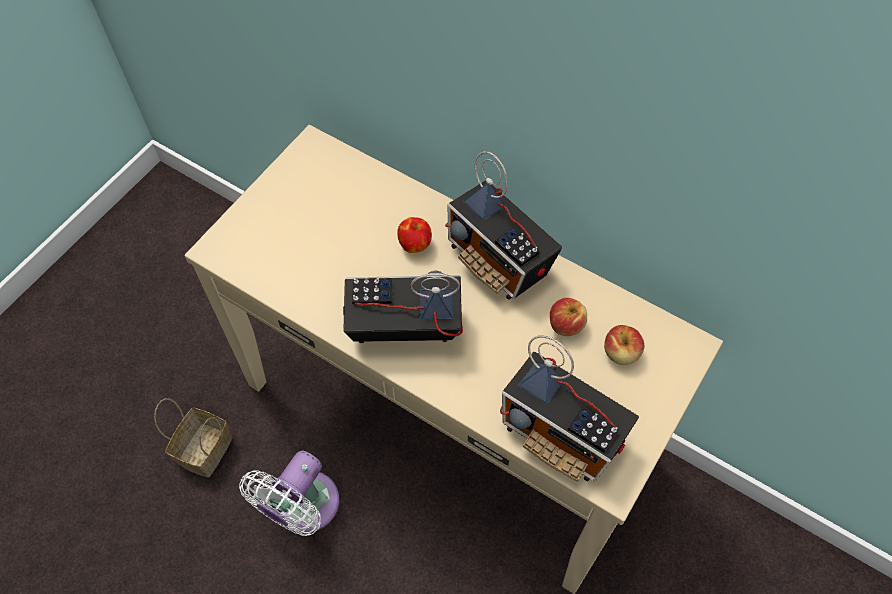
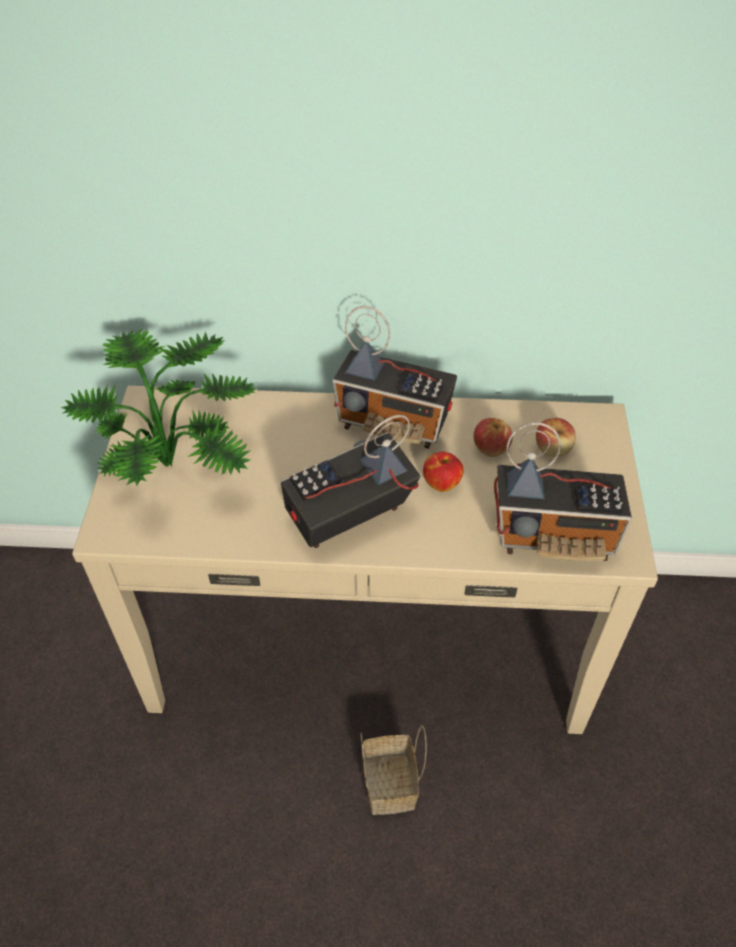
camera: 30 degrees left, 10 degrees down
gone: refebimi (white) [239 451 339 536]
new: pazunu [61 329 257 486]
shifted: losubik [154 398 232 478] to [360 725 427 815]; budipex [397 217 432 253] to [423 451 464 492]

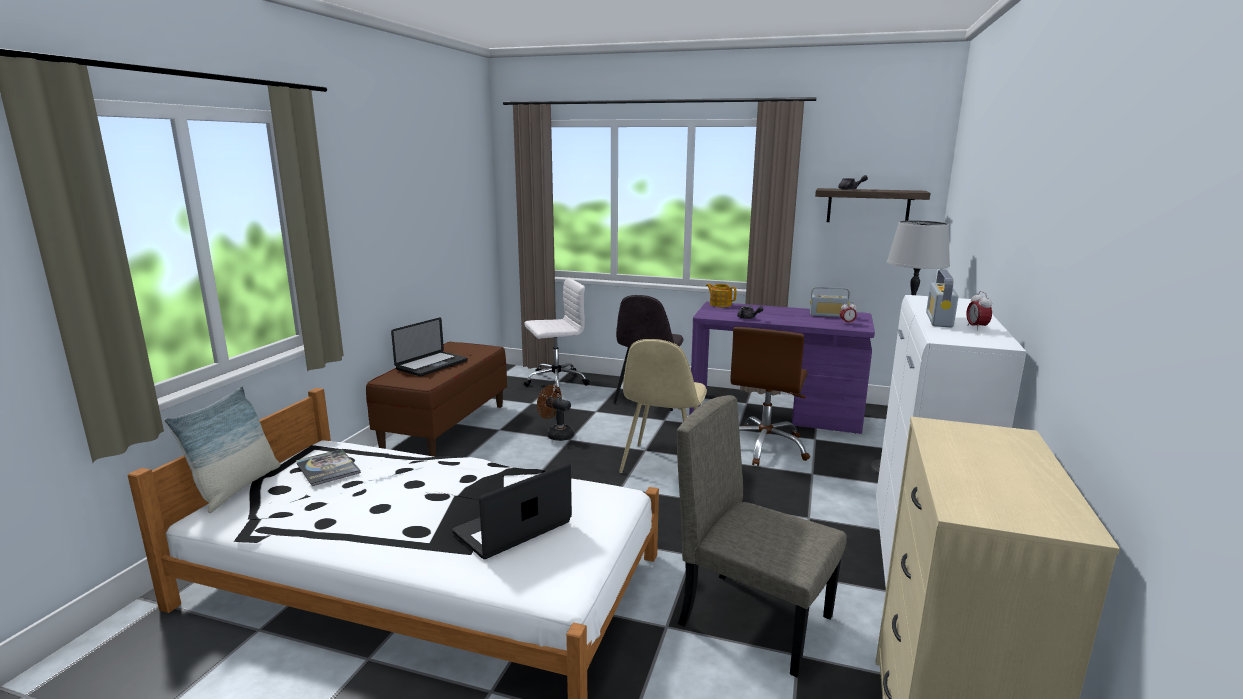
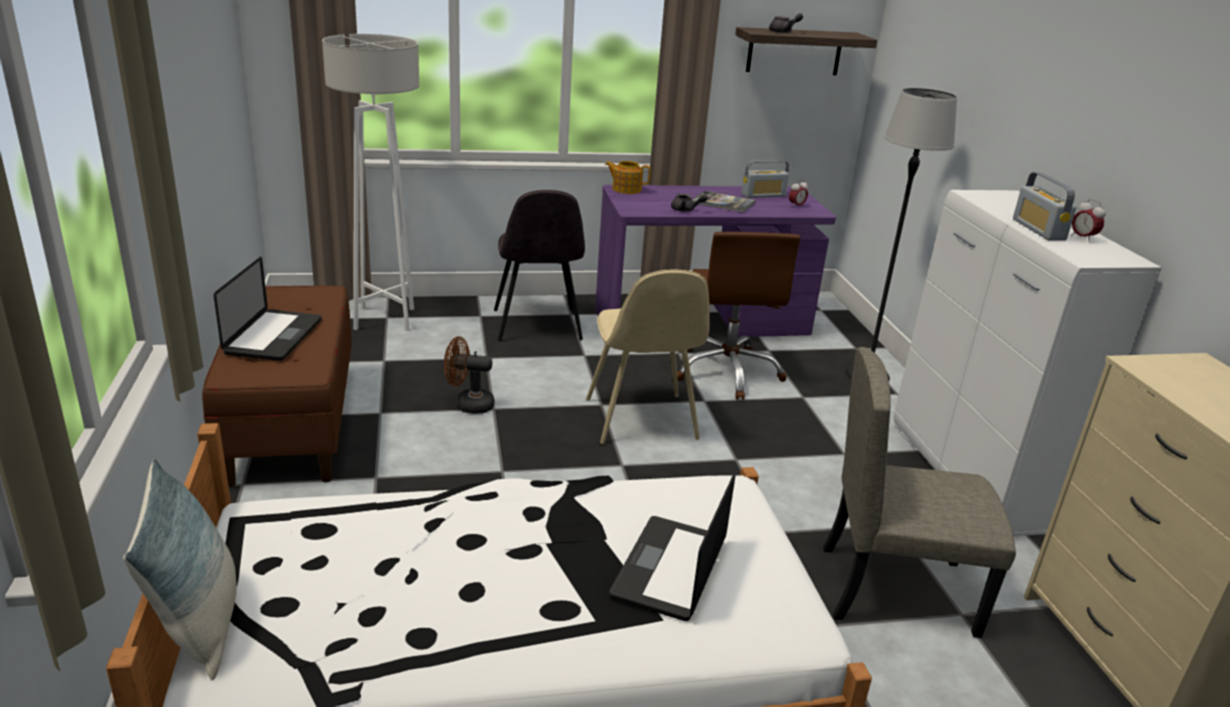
camera: 30 degrees left, 10 degrees up
shifted: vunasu [296 449 361 486] to [692 191 756 213]
swapped: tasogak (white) [524 277 590 394] to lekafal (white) [322 34 419 331]

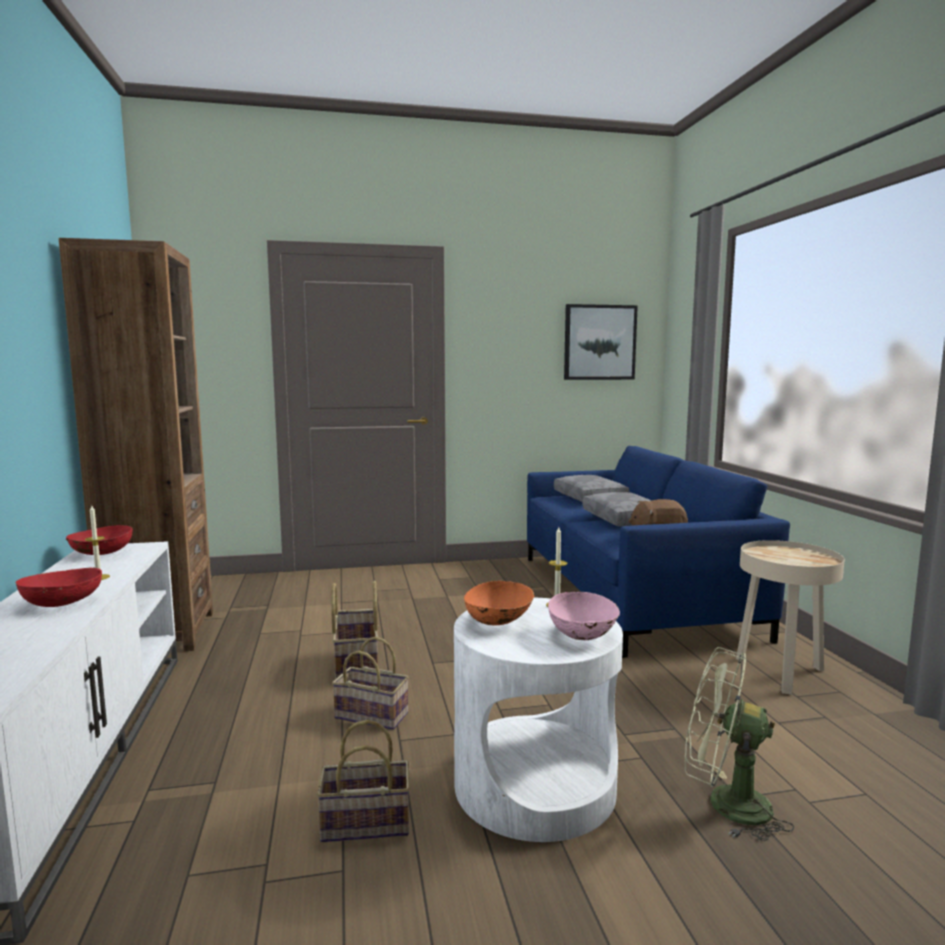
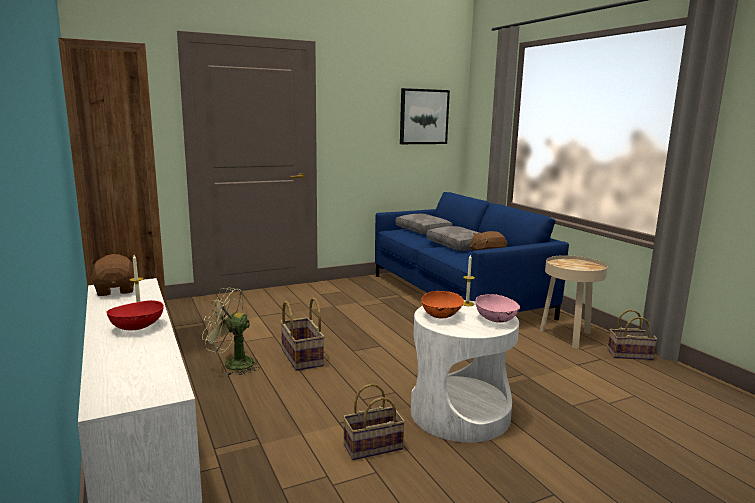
camera: 15 degrees left, 5 degrees up
shifted: losubik [332 637 409 730] to [608 309 658 360]; refebimi (green) [684 647 794 841] to [202 288 260 375]
swapped: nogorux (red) [66 525 133 555] to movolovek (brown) [90 254 135 296]

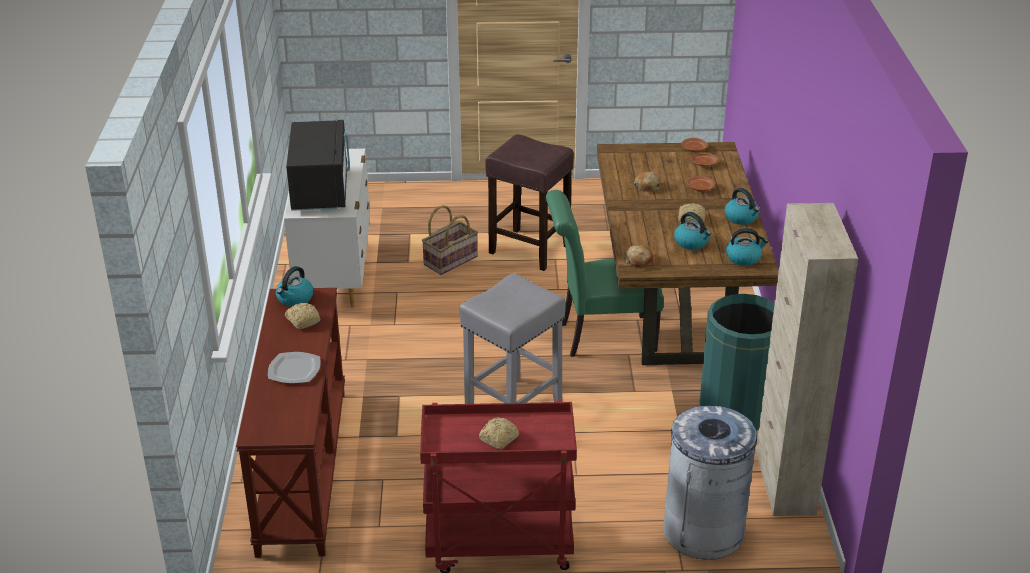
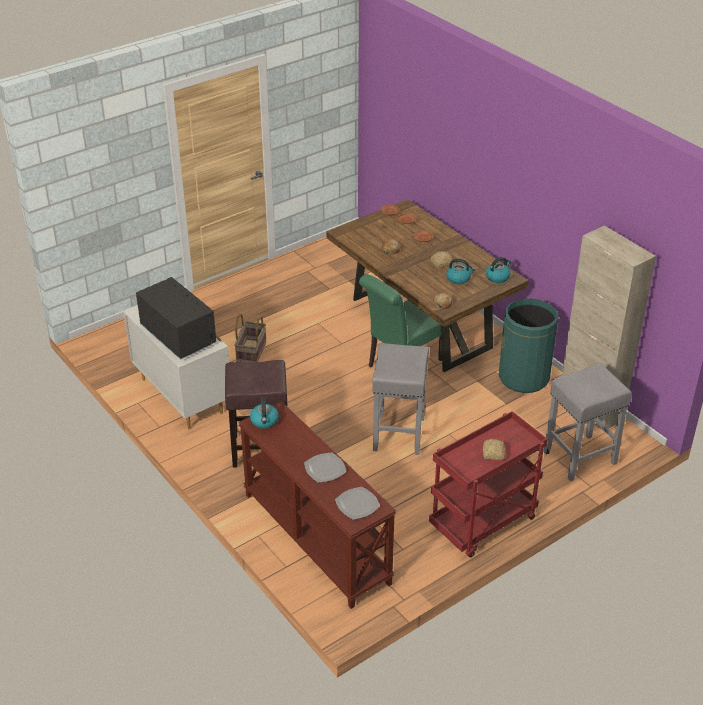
camera: 35 degrees left, 5 degrees up
gone: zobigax [285 302 320 329]; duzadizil [725 188 760 225]
new: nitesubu [335 487 380 520]
shifted: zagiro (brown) [485 134 574 271] to [225 360 287 468]
swapped: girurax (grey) [663 405 757 560] to zagiro (grey) [543 363 632 481]

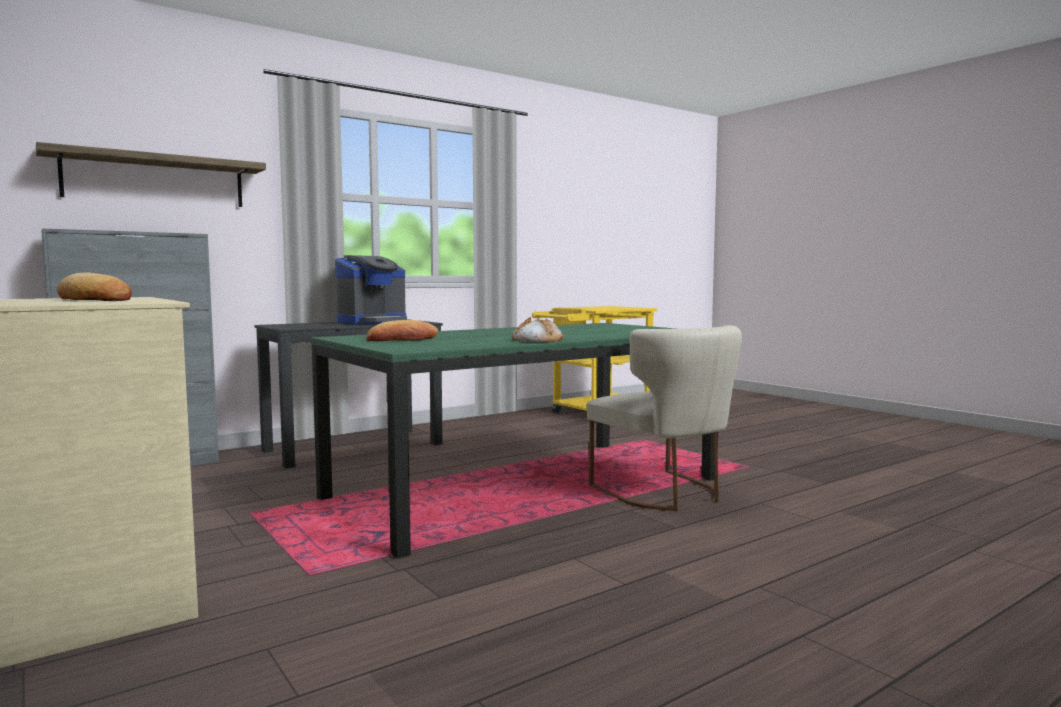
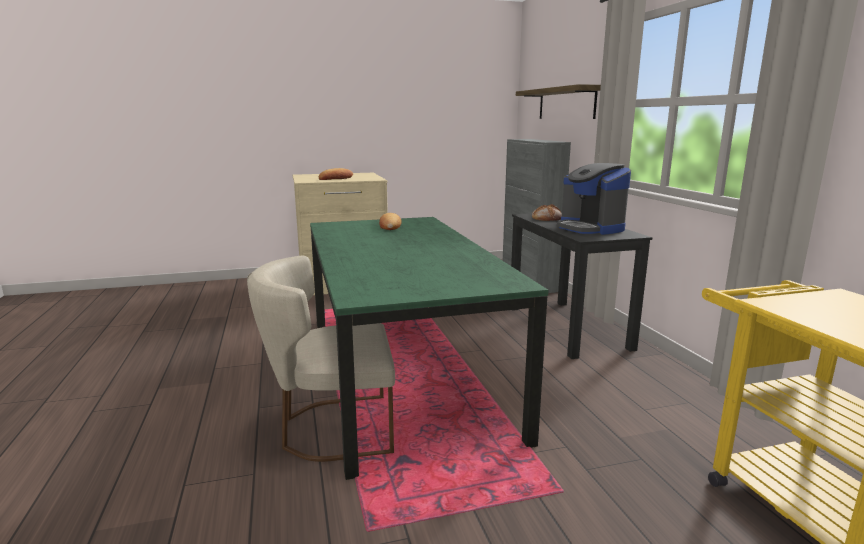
camera: 110 degrees right, 10 degrees up
shifted: zobigax [512 317 563 342] to [532 204 562 221]

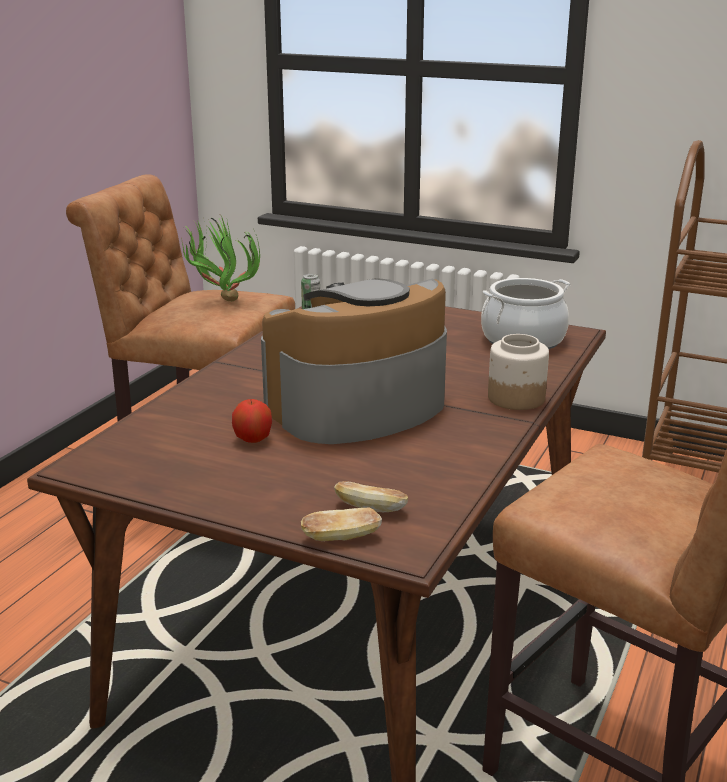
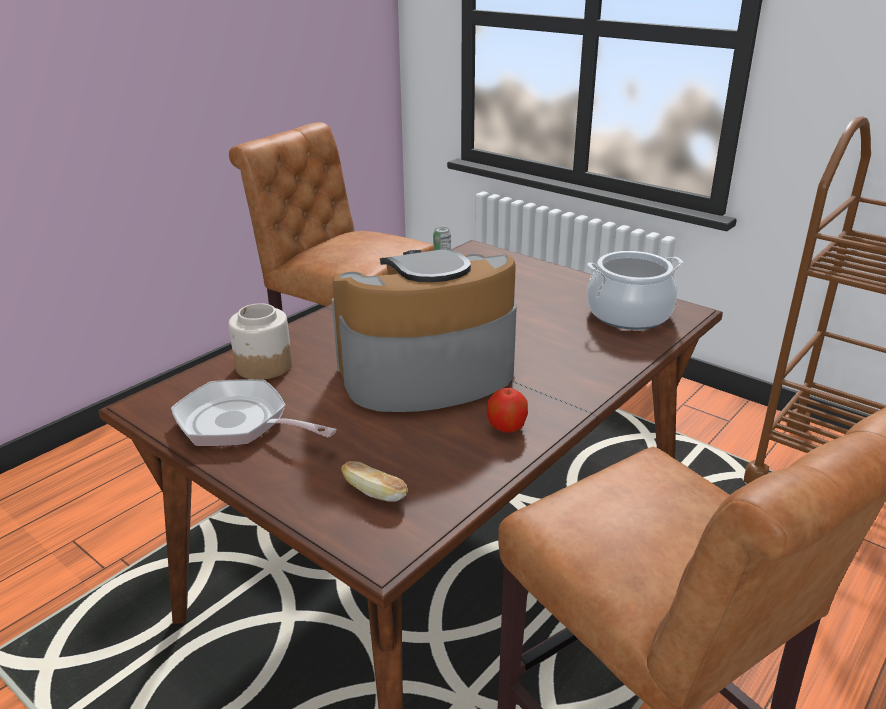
camera: 15 degrees right, 5 degrees up
gone: pazunu [181 216 260 301]; zobigax [301 508 382 541]
new: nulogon [171 379 336 446]
shifted: budipex [232 399 272 443] to [487 388 528 433]; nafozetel [488 334 549 410] to [228 303 292 380]

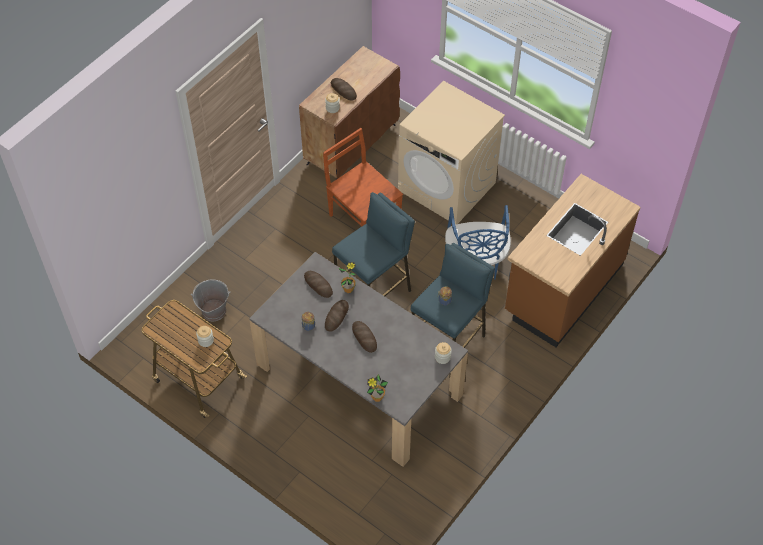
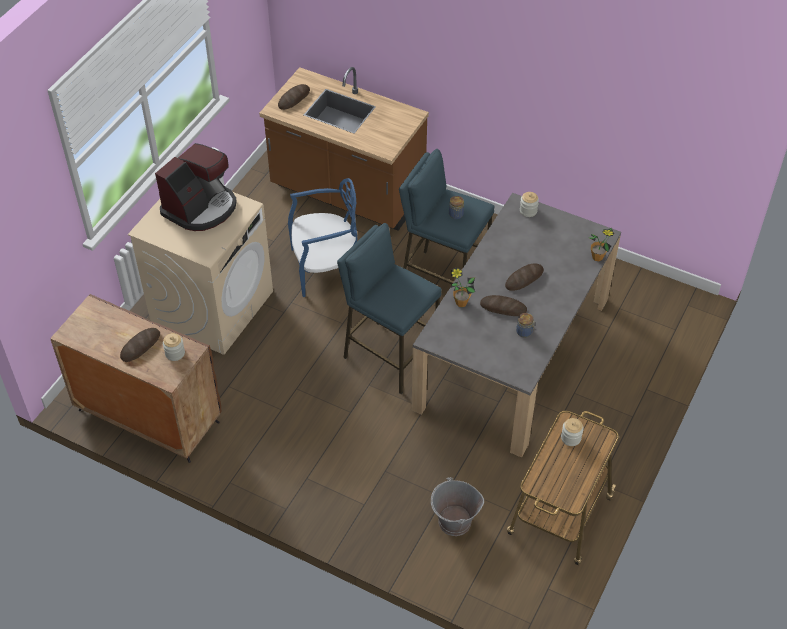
camera: 100 degrees left, 5 degrees down
gone: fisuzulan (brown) [323 128 403 227]
new: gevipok [155 143 237 231]
shifted: zobigax [304 271 333 298] to [278 84 310 110]

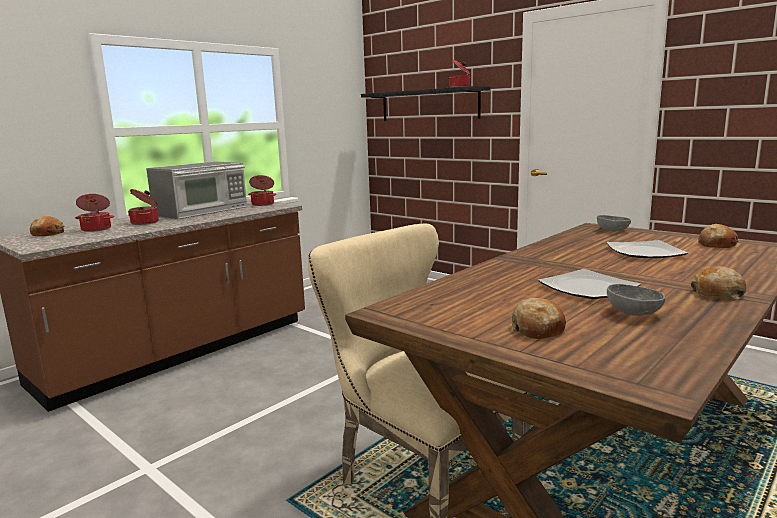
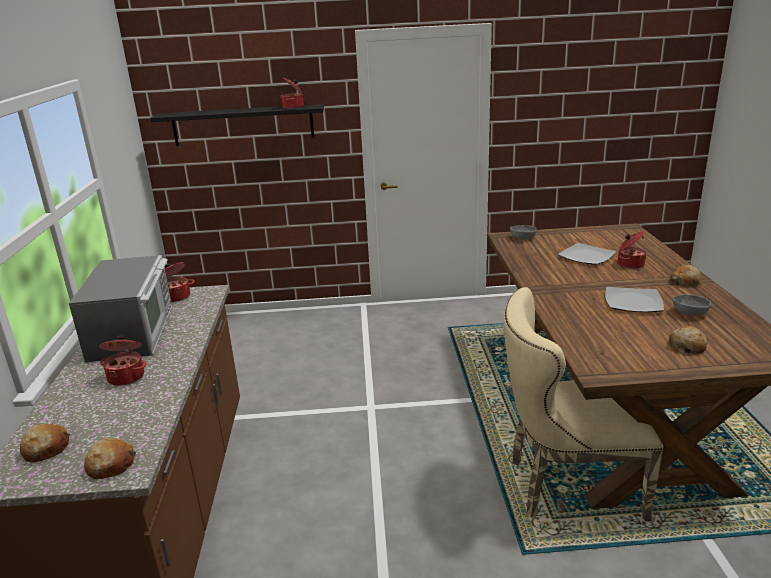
camera: 45 degrees left, 10 degrees up
shifted: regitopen [75 194 114 232] to [618 231 647 269]; zobigax [698 224 739 248] to [84 437 136 479]

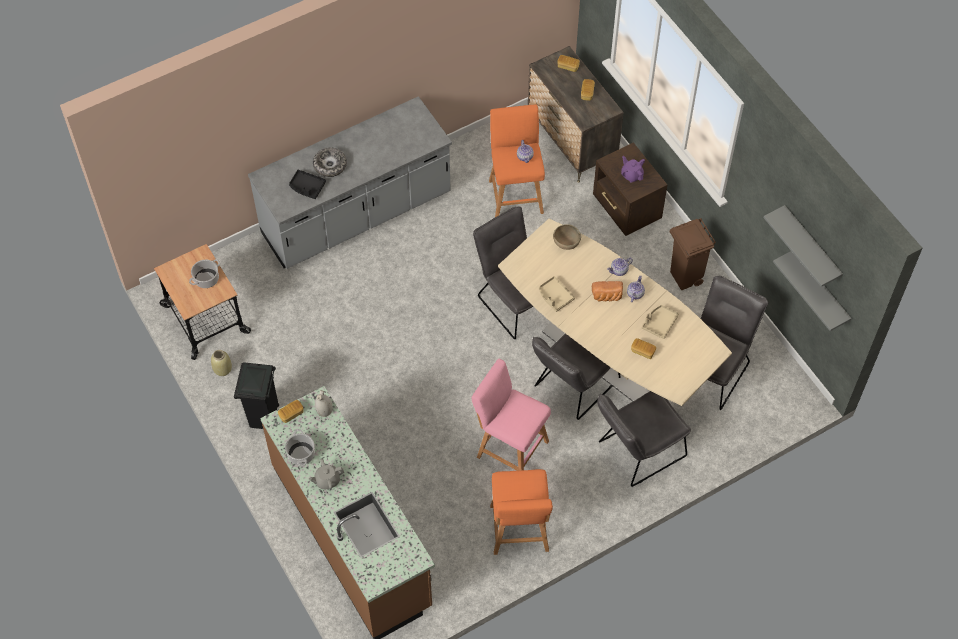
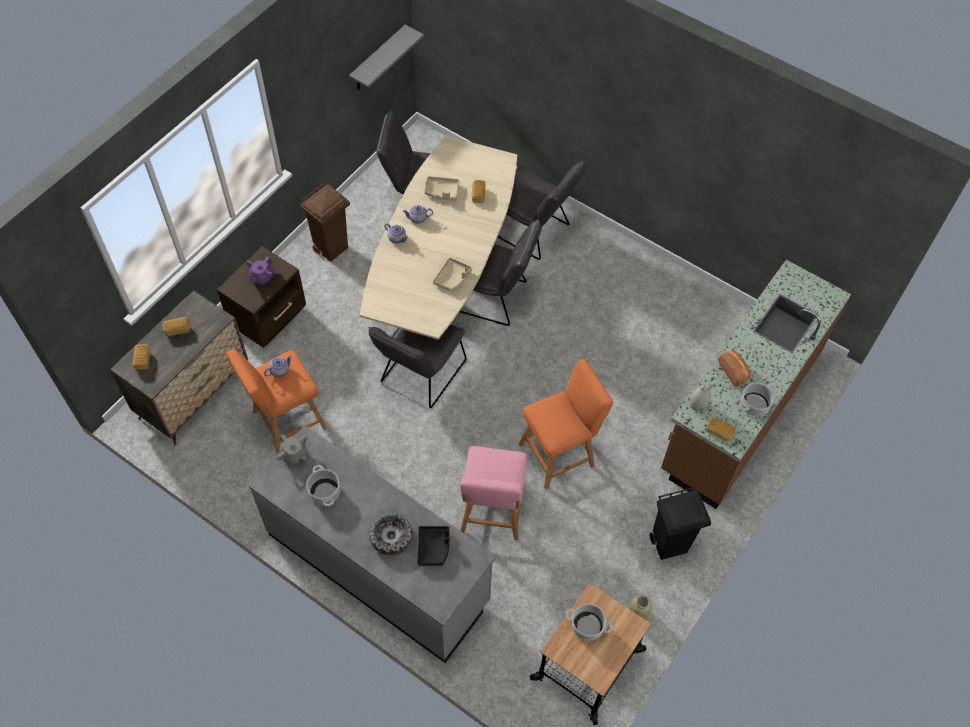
camera: 115 degrees left, 0 degrees up
gone: nogorux (brown) [553 224 581 250]; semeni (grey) [764 205 843 287]
new: regitopen [306 465 340 506]
shifted: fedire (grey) [309 459 344 489] to [277 434 308 465]; zagiro (pink) [471 358 551 471] to [460 446 527 541]; zagiro (orange) [490 469 553 555] to [519 358 613 489]; zobigax [592 281 623 301] to [719 351 751 387]

